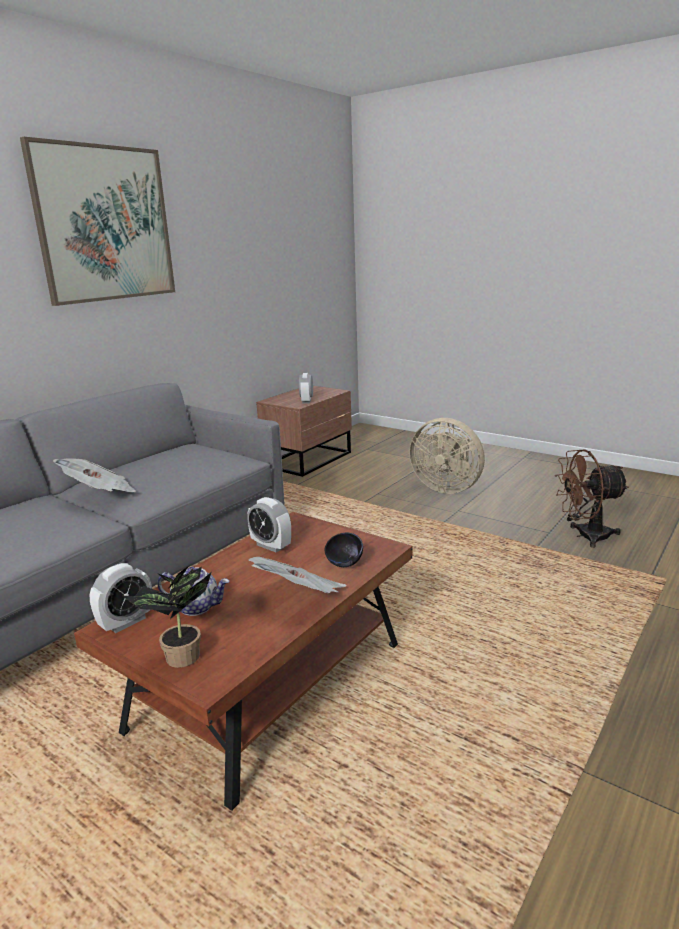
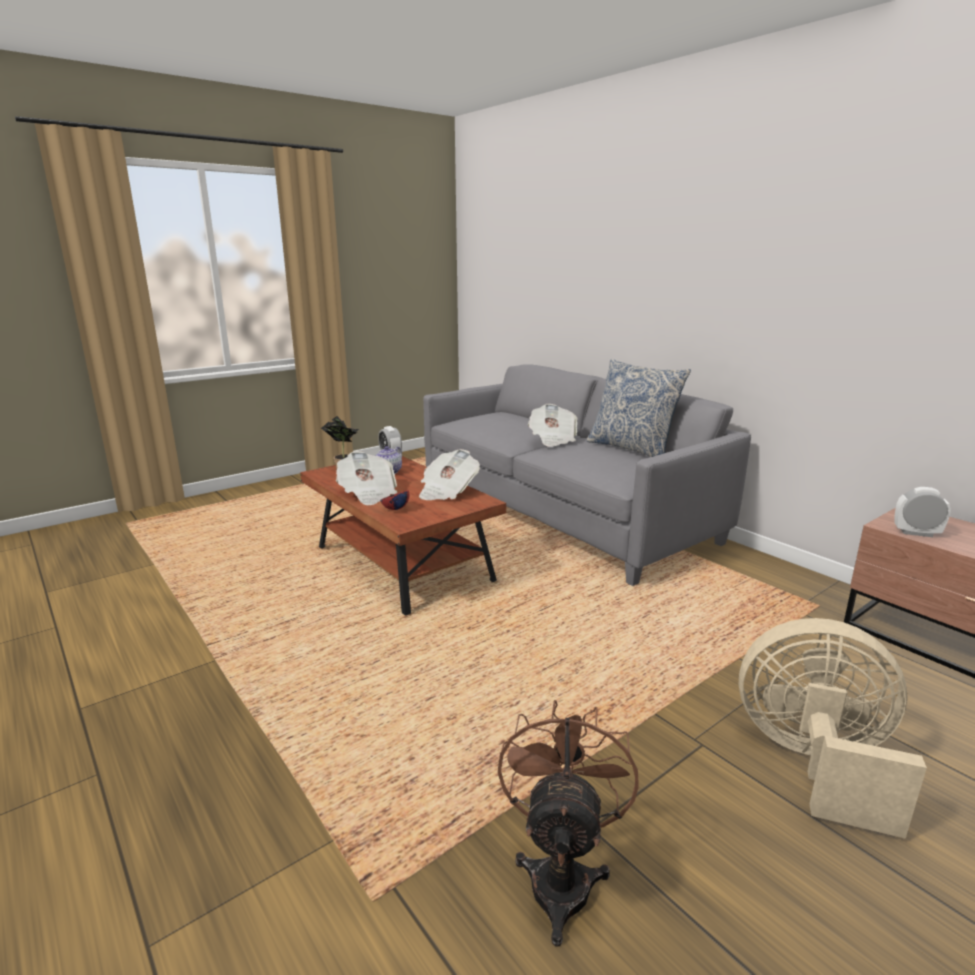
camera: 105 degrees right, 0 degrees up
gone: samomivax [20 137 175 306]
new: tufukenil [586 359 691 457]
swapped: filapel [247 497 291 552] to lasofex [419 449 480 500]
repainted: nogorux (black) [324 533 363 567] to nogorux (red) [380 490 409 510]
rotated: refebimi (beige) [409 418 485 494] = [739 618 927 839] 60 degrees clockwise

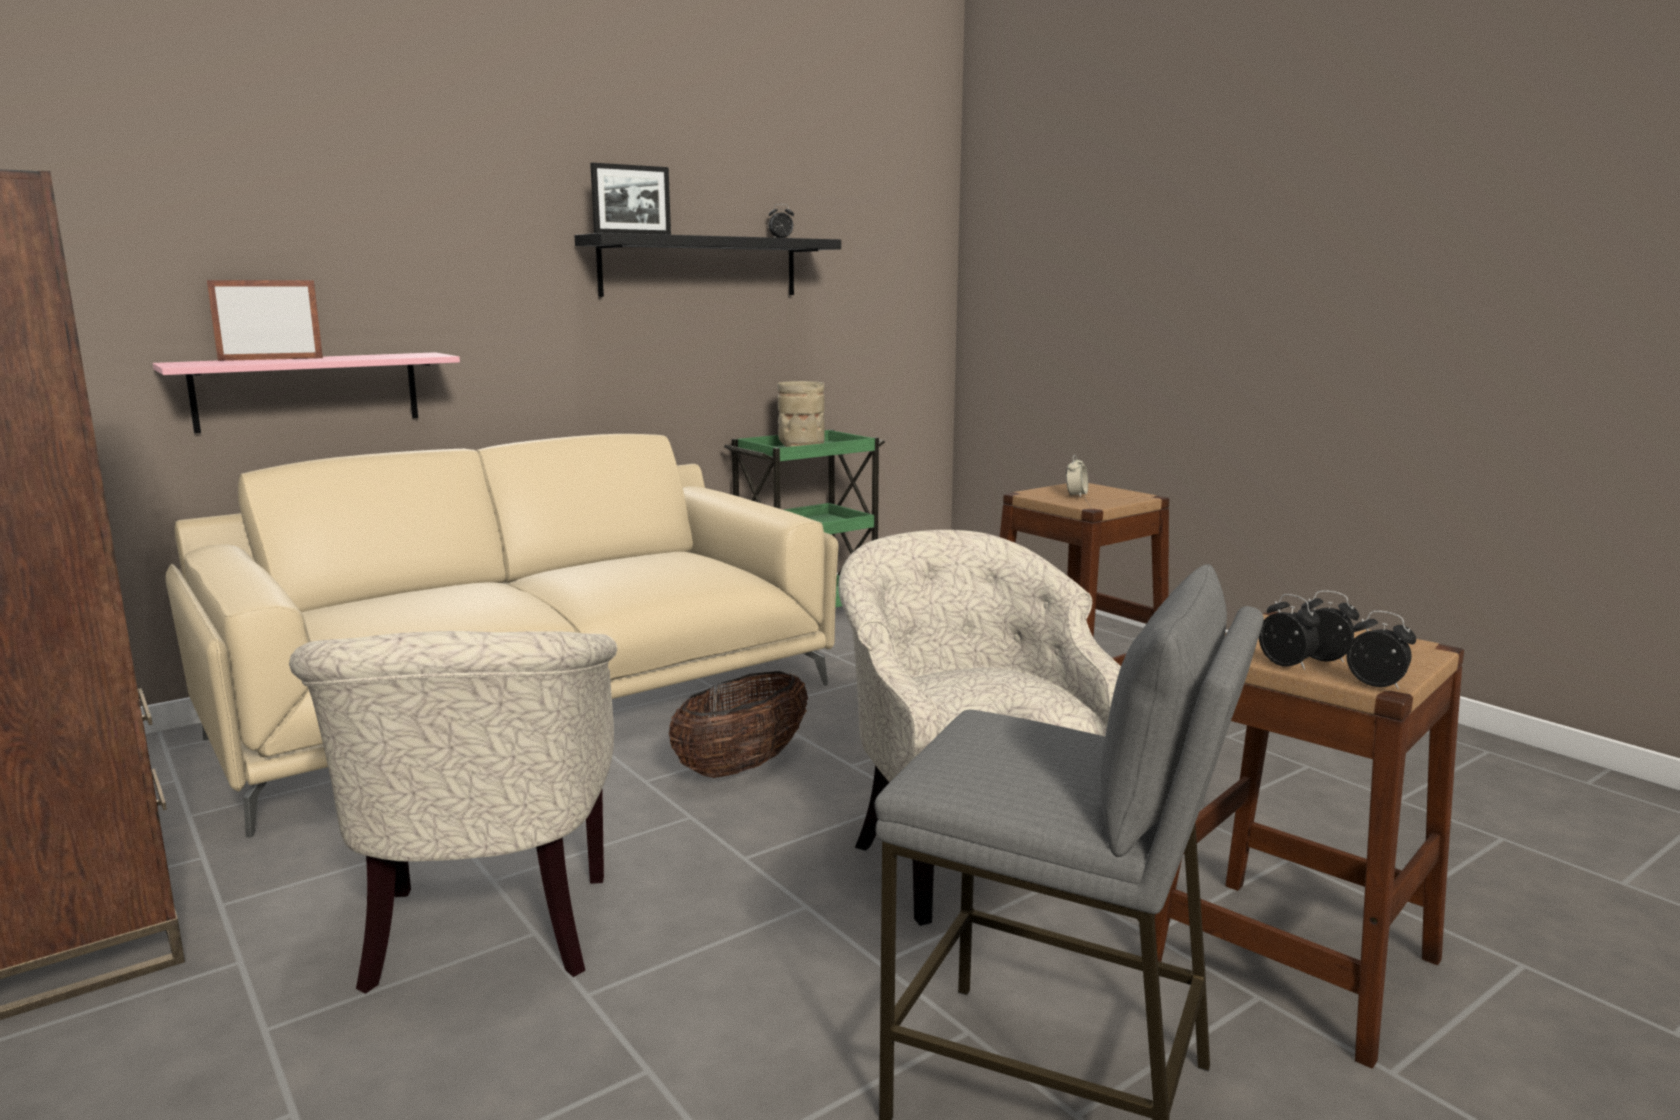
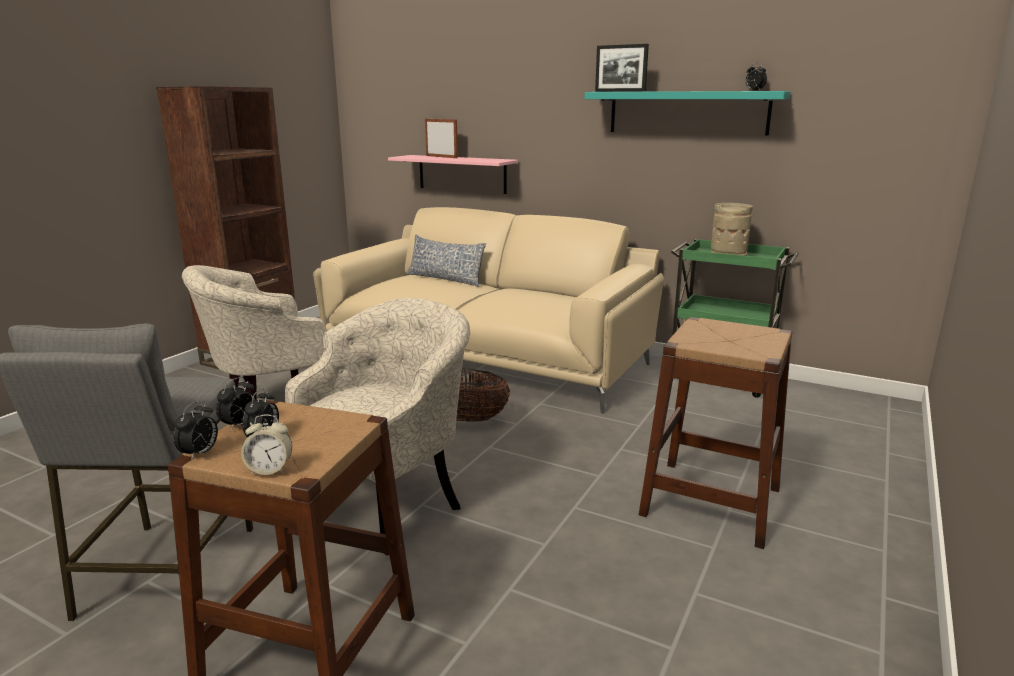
camera: 65 degrees right, 5 degrees up
new: tufukenil [406 235 486 286]
shifted: filapel [1066 455 1088 497] to [241 415 292 475]
repainted: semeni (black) [574 233 841 297] to semeni (turquoise) [585 91 791 136]

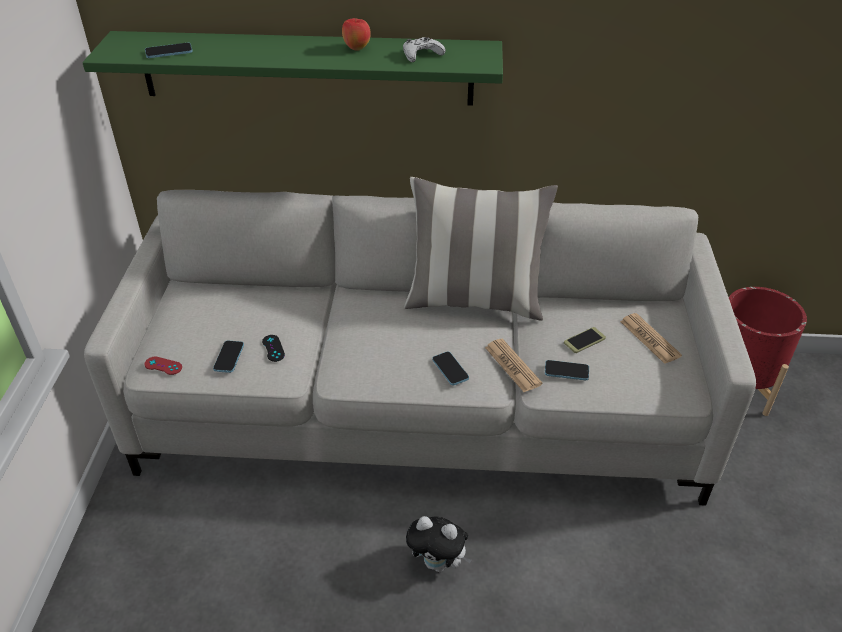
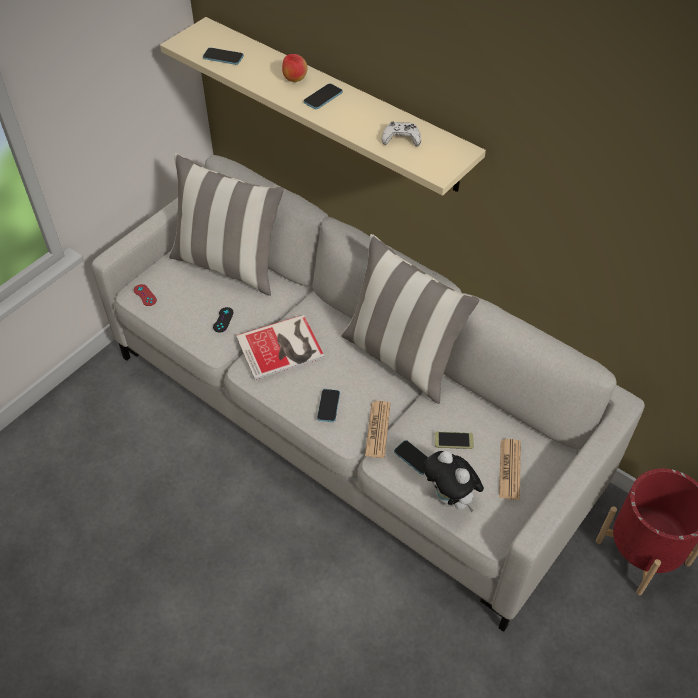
camera: 35 degrees right, 10 degrees up
new: tufukenil [169 153 284 296]; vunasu [236 315 325 380]
shifted: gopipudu [213 341 244 373] to [304 83 342 109]; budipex [342 18 371 51] to [282 54 307 82]; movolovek [406 516 472 572] to [423 451 484 512]
repainted: semeni (green) [82 31 503 106] to semeni (beige) [160 17 486 196]

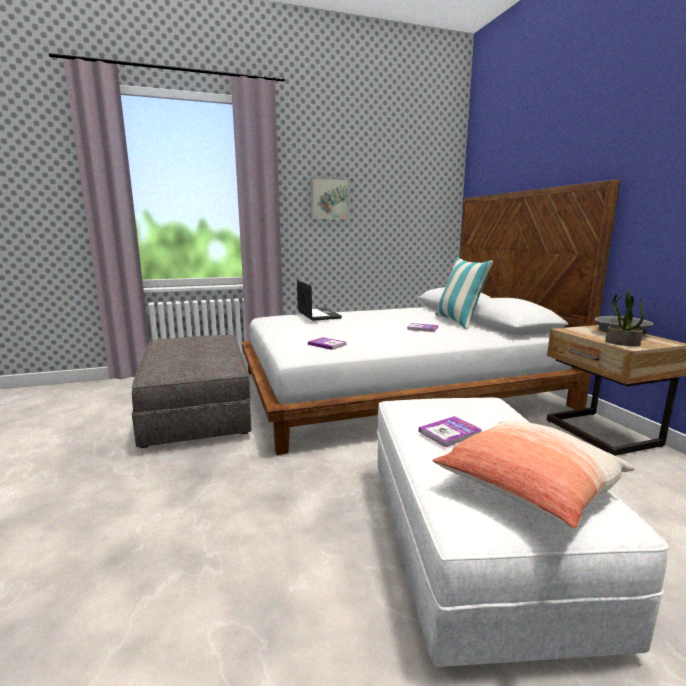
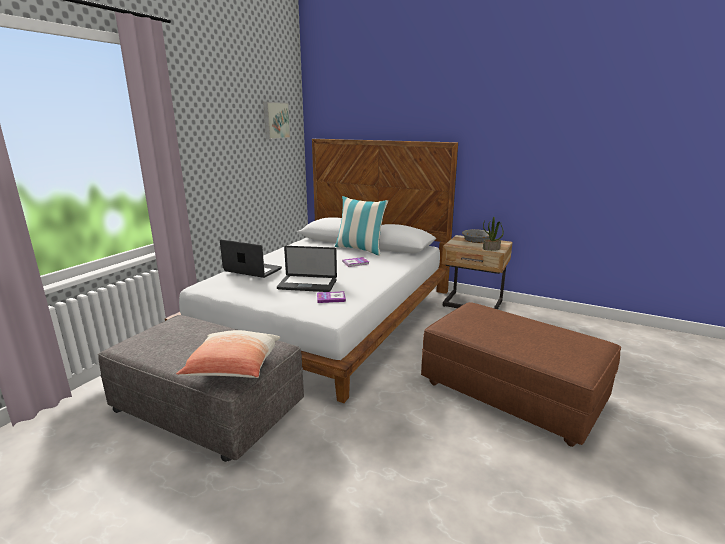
camera: 45 degrees left, 5 degrees up
gone: vunasu [419 416 483 447]
new: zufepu [277 246 337 292]
shifted: samomivax [310 178 349 219] to [263 102 290 139]; tufukenil [432 421 635 530] to [176 330 280 378]
repainted: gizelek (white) [377 398 669 667] to gizelek (brown) [421 302 621 447]

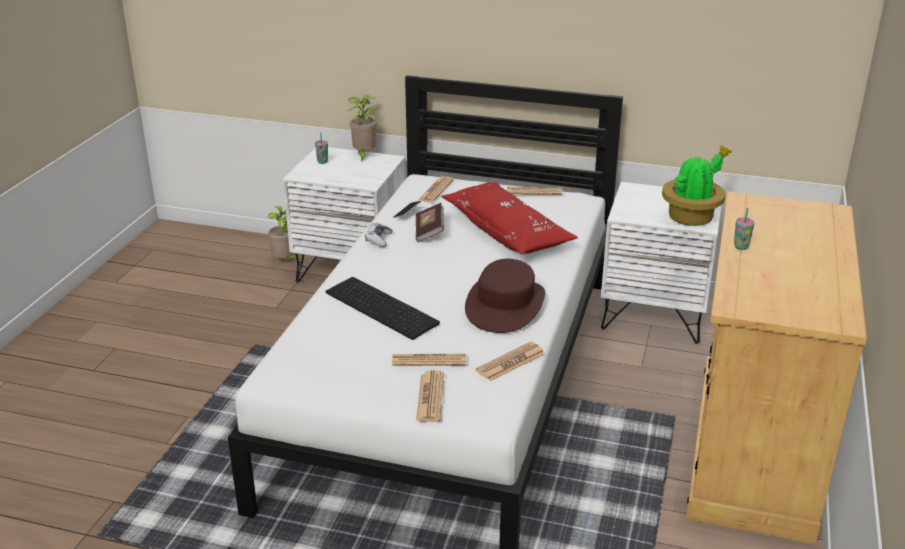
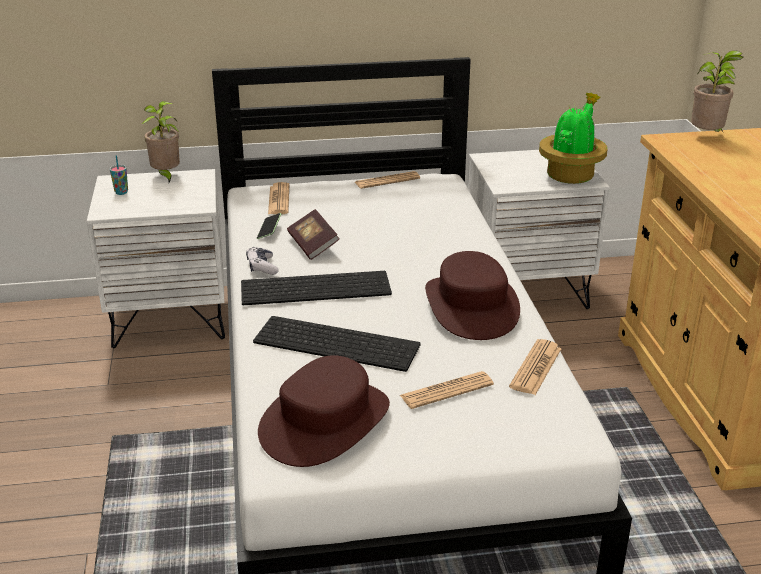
camera: 25 degrees left, 0 degrees up
gone: lasofex [416 370 444 422]; tufukenil (red) [441 182 578 255]; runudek [734 208 755 250]
new: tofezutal [241 271 392 305]; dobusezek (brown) [258 355 390 467]
shifted: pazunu [268 206 300 260] to [691 50 743 133]

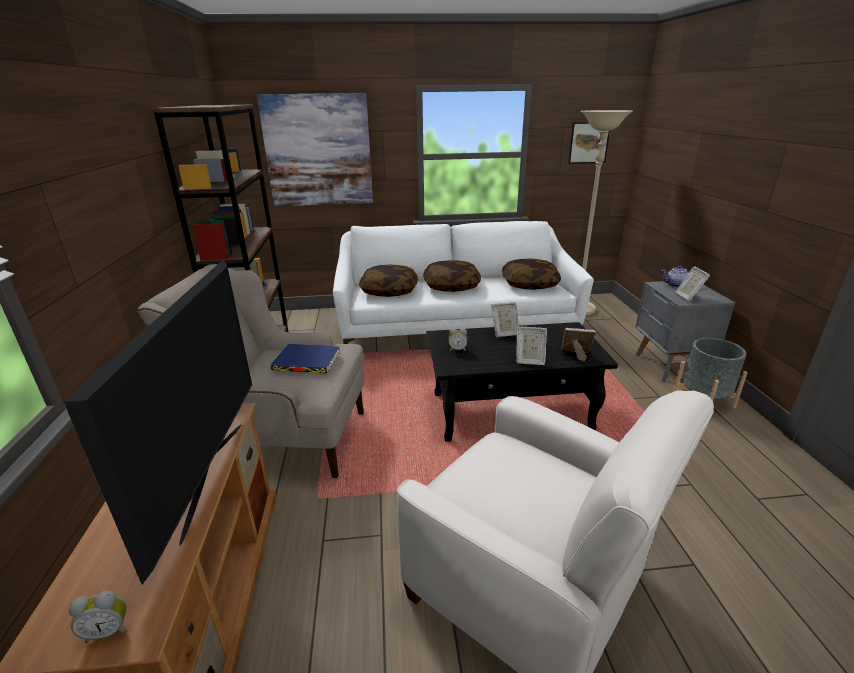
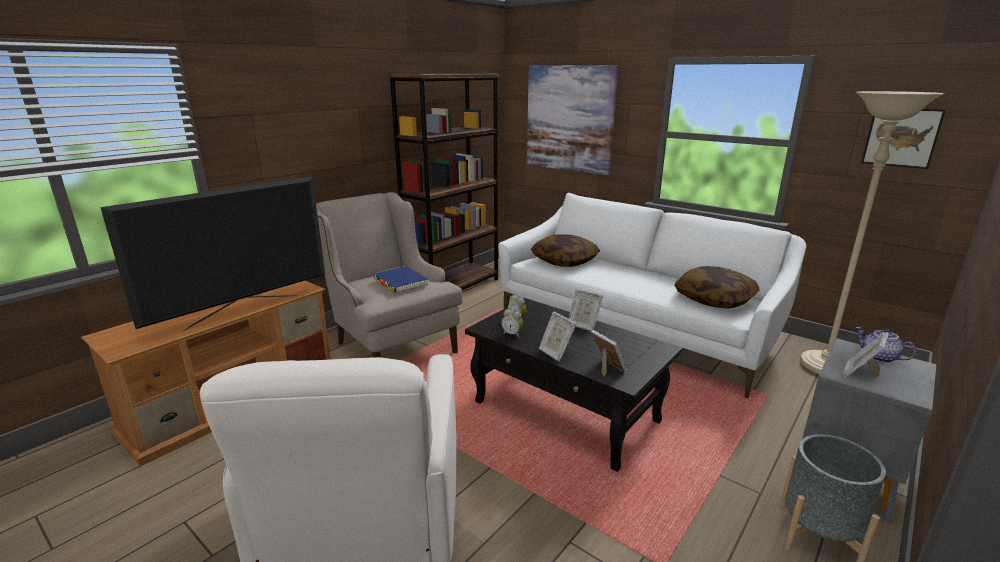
camera: 45 degrees right, 5 degrees down
gone: tufukenil [423 260 481 292]
shifted: filapel [69 590 127 643] to [502 310 523 338]

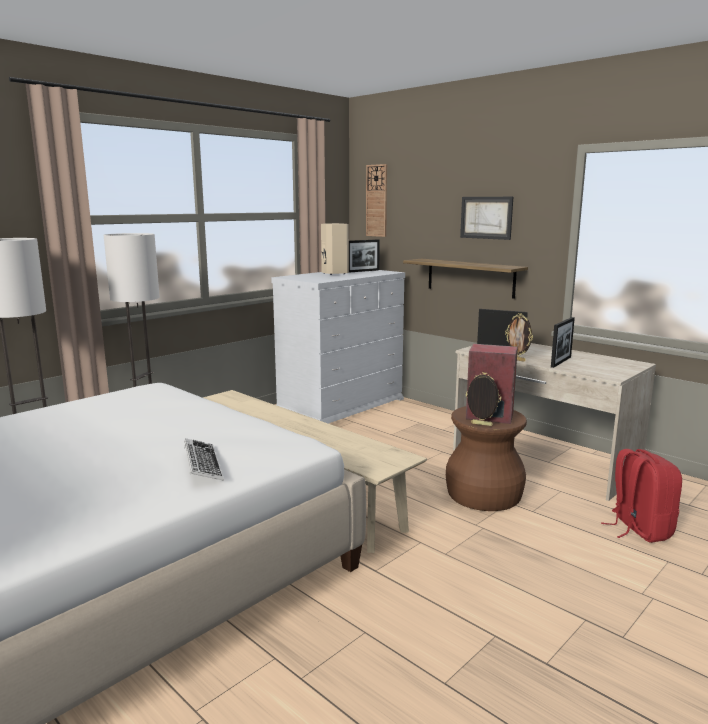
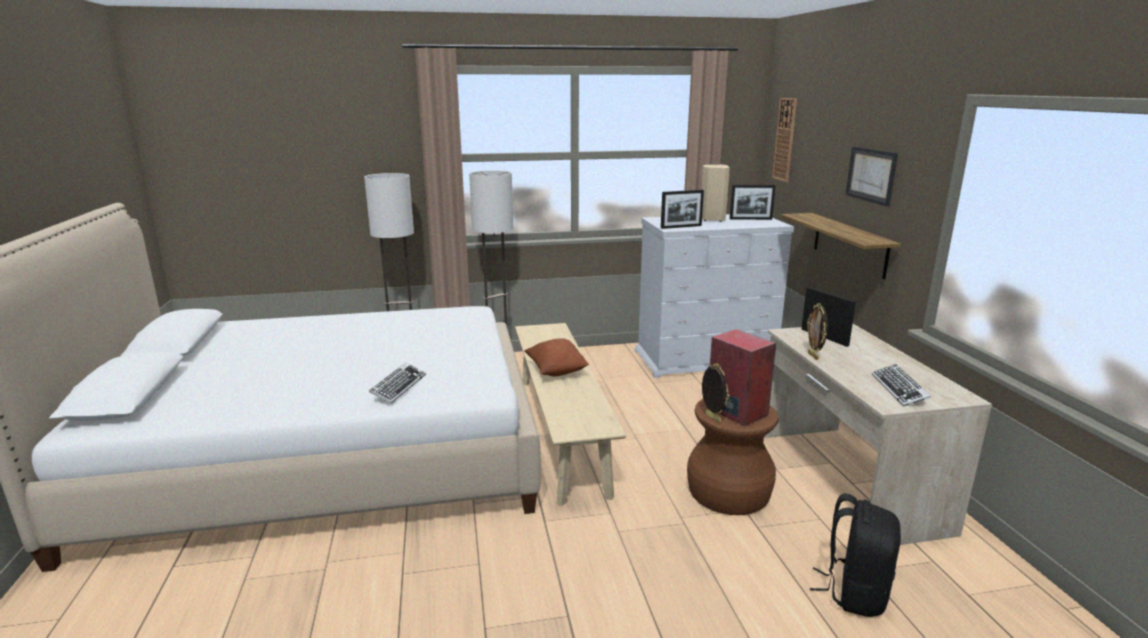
camera: 35 degrees right, 5 degrees up
new: tufukenil (brown) [524 338 589 376]; tofezutal [872 364 931 407]
shifted: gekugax [551 317 575 368] to [661 190 704 229]
repainted: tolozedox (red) [601 449 682 543] to tolozedox (black) [810 493 901 617]

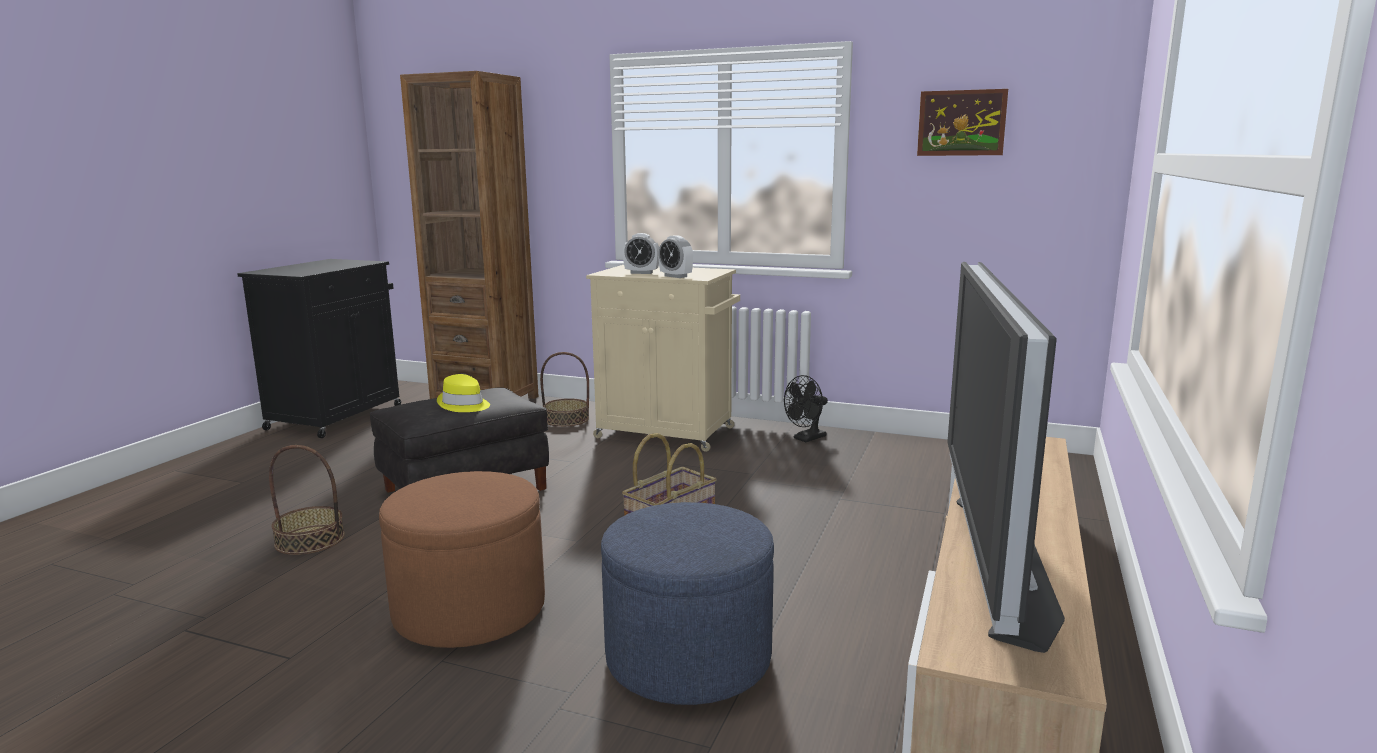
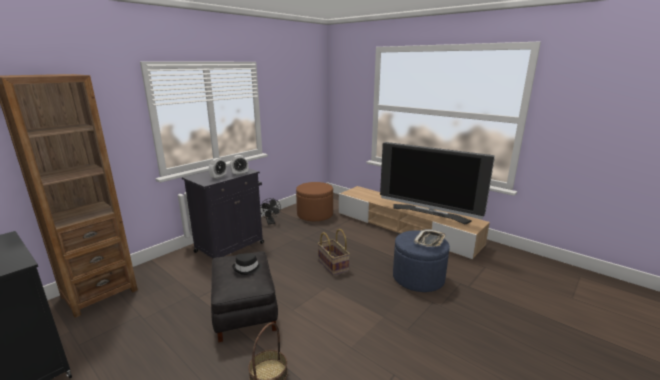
camera: 70 degrees left, 5 degrees up
gone: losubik [540 352 589 427]; samomivax [917 89 1008 156]
new: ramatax [414 229 446 247]
shifted: gizelek (brown) [379 471 545 648] to [296 182 333 221]
repainted: dobusezek (yellow) [437 374 490 412] to dobusezek (black) [232 253 262 275]; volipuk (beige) [586 265 740 452] to volipuk (black) [182 166 264 258]

